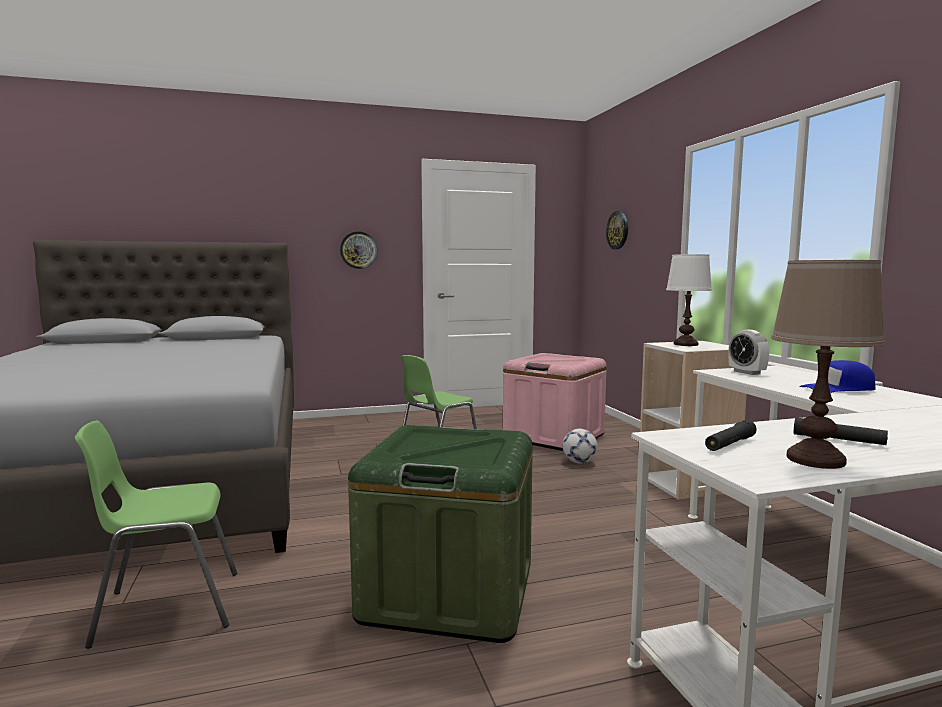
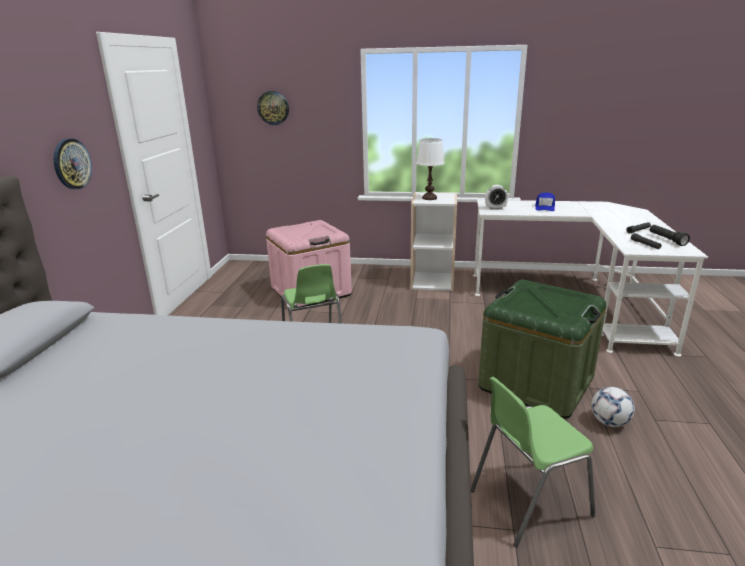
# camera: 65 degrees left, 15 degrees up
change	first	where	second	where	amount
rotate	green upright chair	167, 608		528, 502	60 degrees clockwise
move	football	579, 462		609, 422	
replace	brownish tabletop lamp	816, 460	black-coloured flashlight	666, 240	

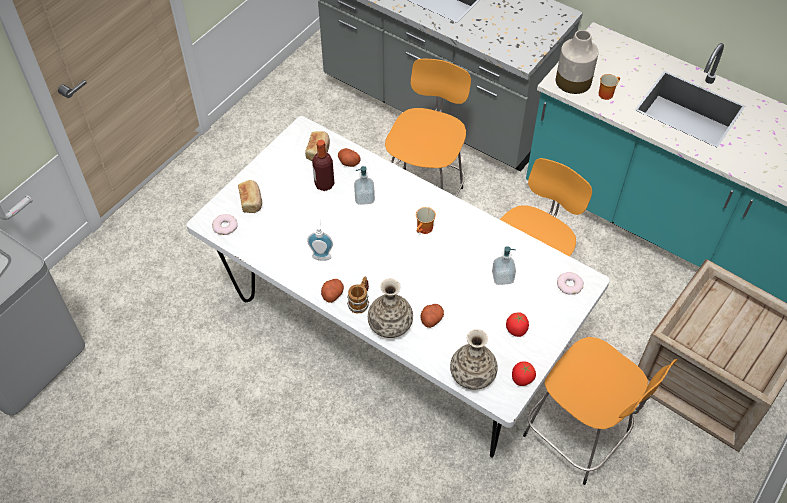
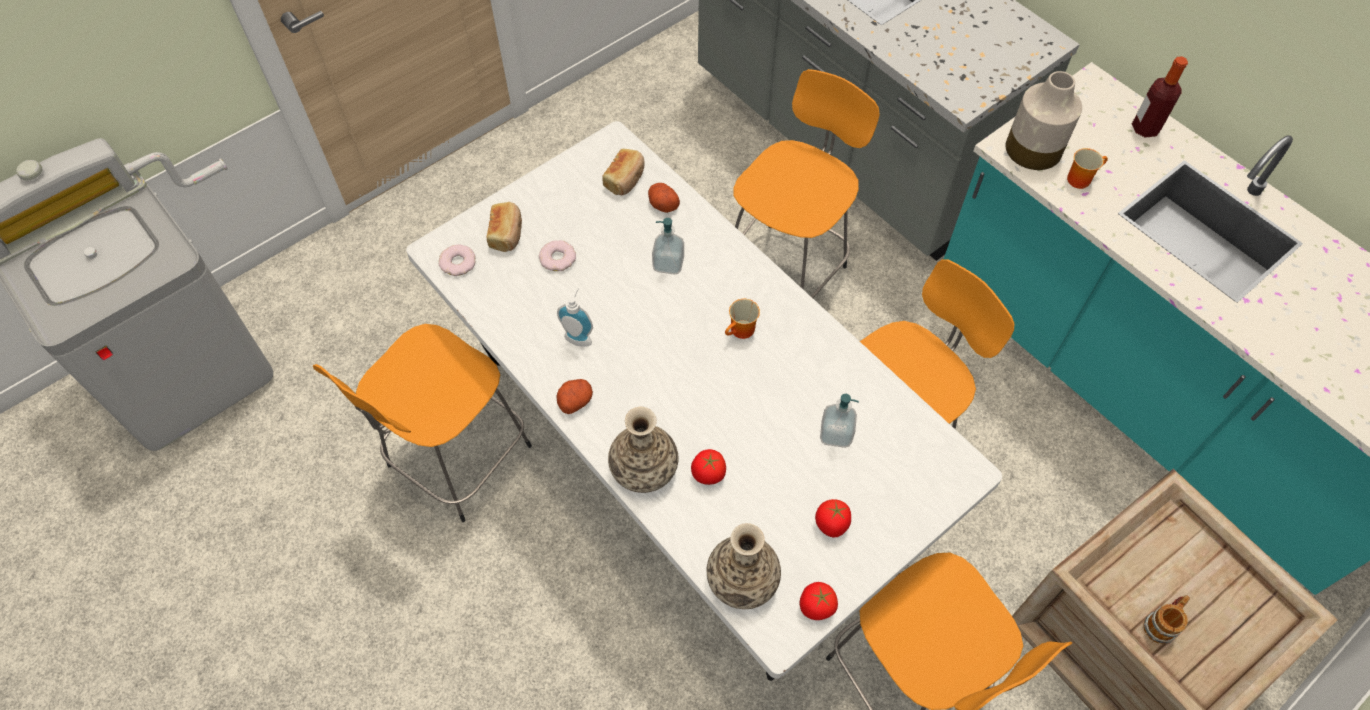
# camera: 15 degrees right, 5 degrees up
change	first	where	second	where	amount
insert			orangey sitting stool	456, 459	
move	ring doughnut	569, 285		558, 258	
replace	potato	431, 319	tomato	708, 474	
move	bottle	324, 184		1145, 128	
move	tea mug	360, 301		1162, 623	

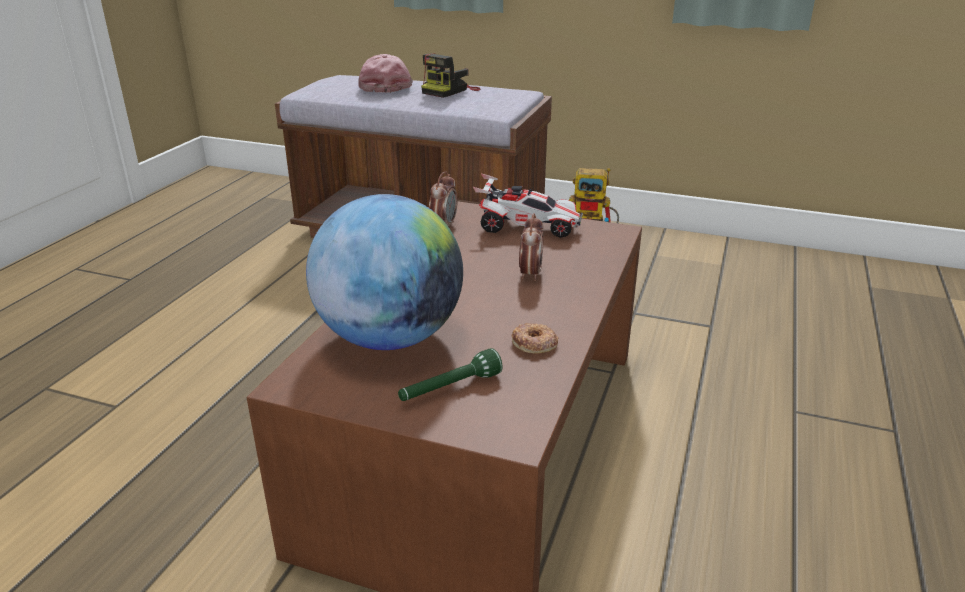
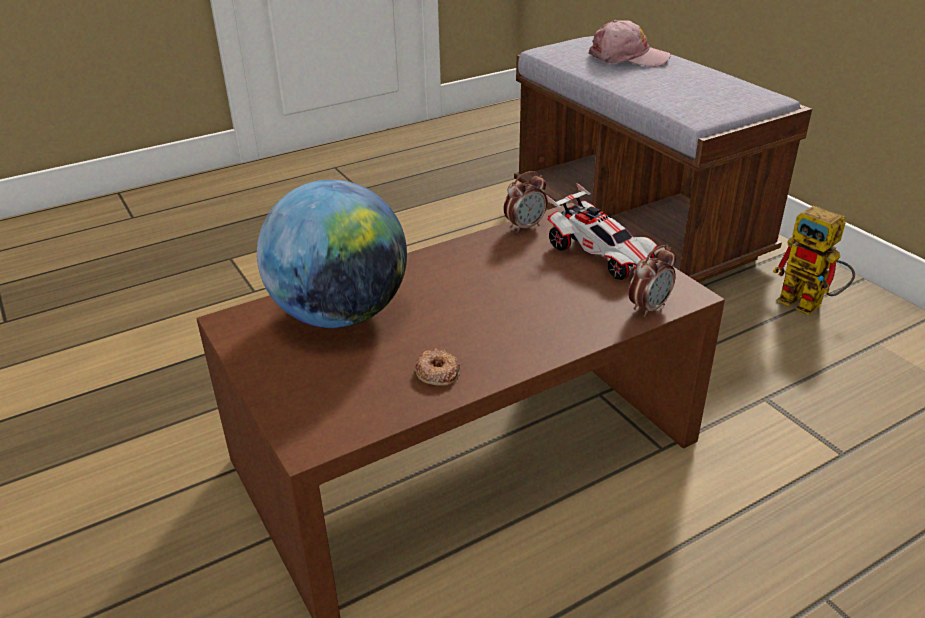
# camera: 40 degrees right, 5 degrees up
change	first	where	second	where	amount
rotate	pink cap	384, 86		628, 57	75 degrees clockwise
move	bedside clock	530, 274		649, 308	
delete	green flashlight	449, 389			
delete	still camera	450, 91			

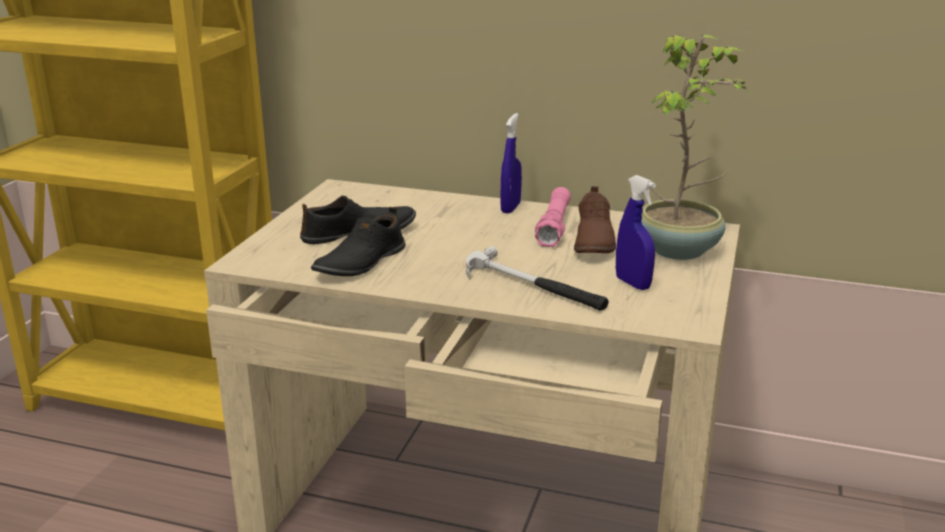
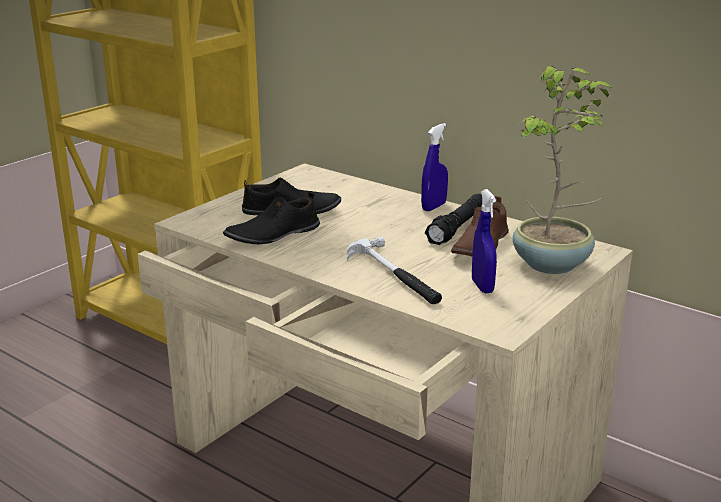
# camera: 20 degrees right, 0 degrees up
change	first	where	second	where	amount
recolor	pink flashlight	554, 226	black-coloured flashlight	457, 228	

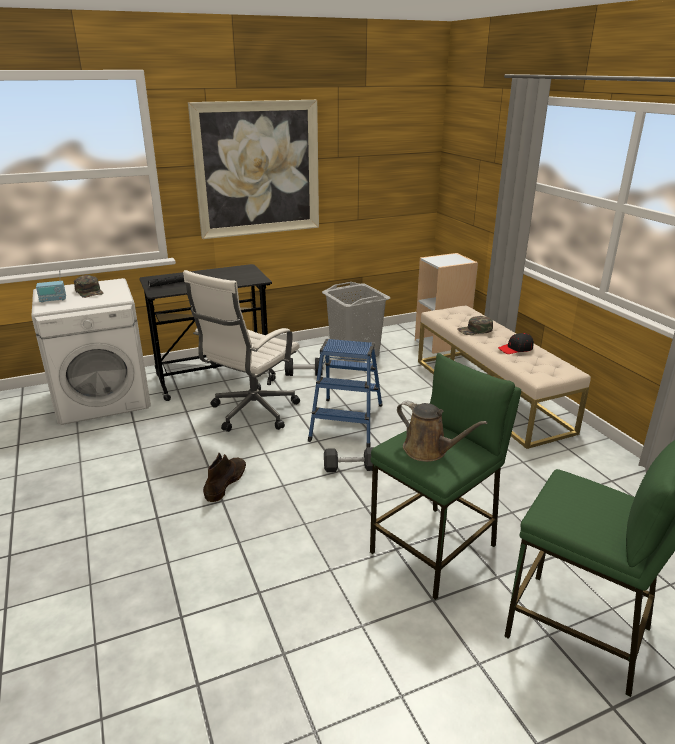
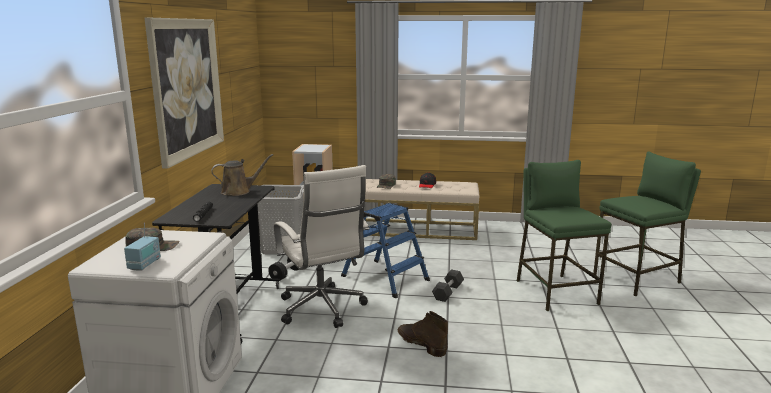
# camera: 60 degrees left, 10 degrees down
change	first	where	second	where	amount
move	brownish watering pot	429, 451		238, 191	

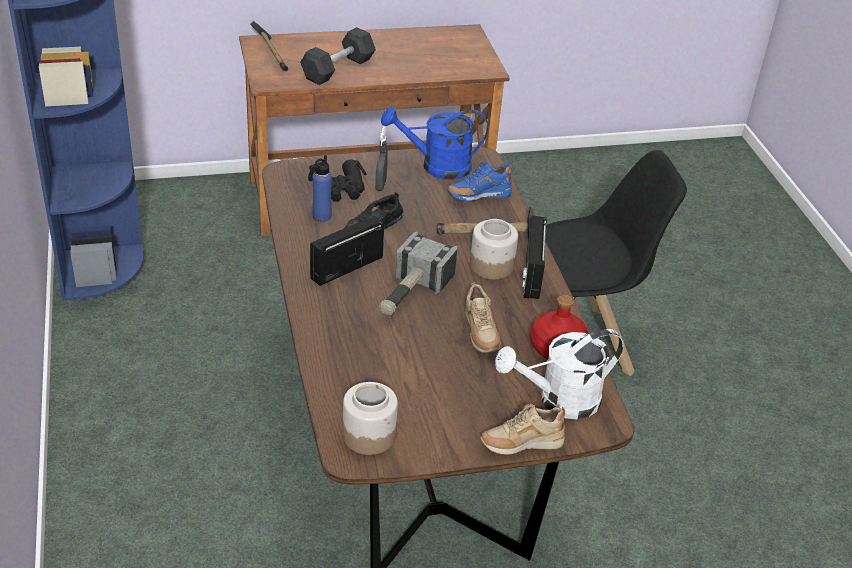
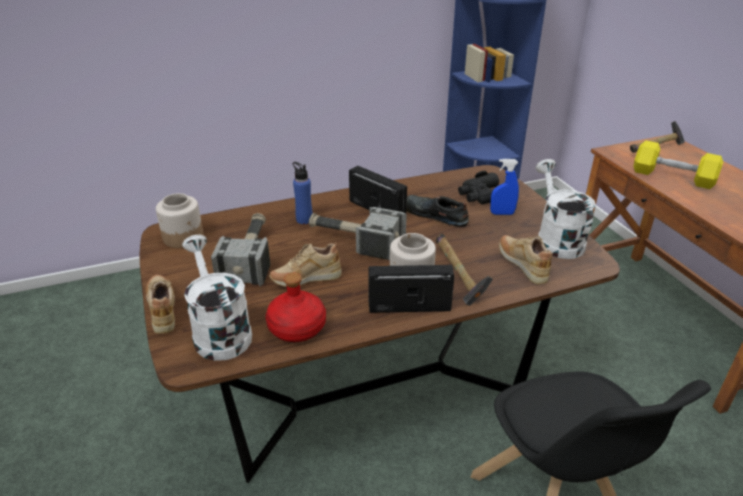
# camera: 85 degrees right, 5 degrees down
change	first	where	second	where	amount
insert			hand hammer	250, 256	
move	bluish bottle	321, 216		304, 219	
recolor	gray sprayer	380, 185	bluish sprayer	502, 213	
recolor	bluish shoe	478, 196	beige-coloured shoe	522, 266	
recolor	bluish watering pot	437, 166	whitish watering pot	556, 239	
recolor	gray free weight	338, 69	yellowish free weight	672, 177	

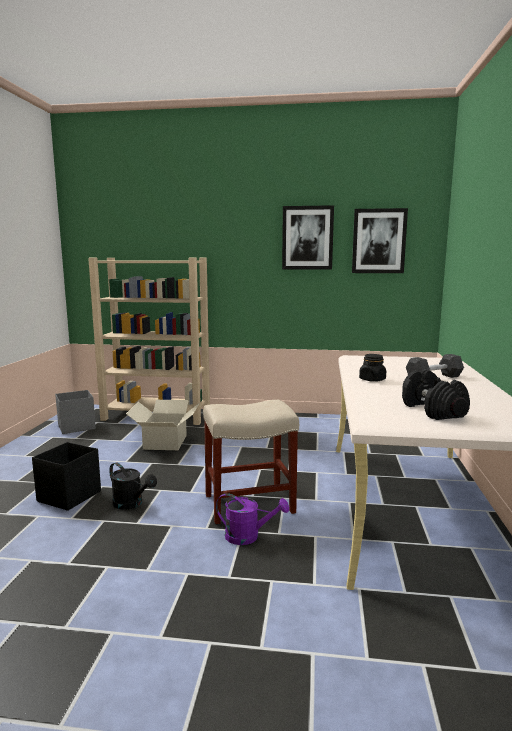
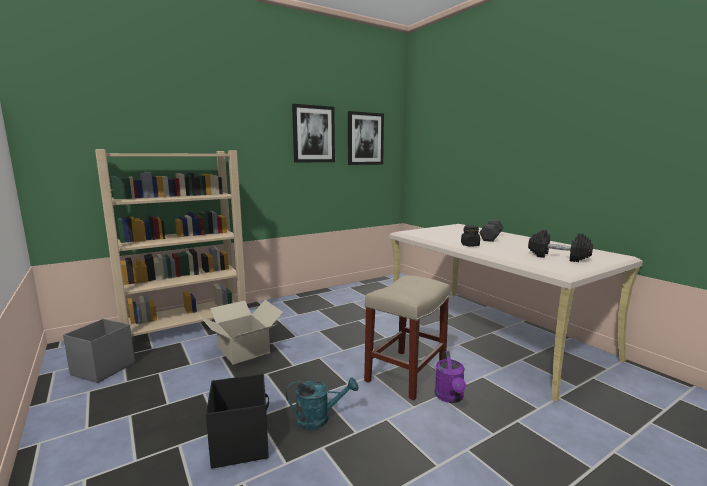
# camera: 40 degrees left, 0 degrees up
change	first	where	second	where	amount
recolor	black-coloured watering pot	131, 504	blue-green watering pot	319, 418	
rotate	purple-coloured watering pot	248, 536		450, 398	120 degrees clockwise

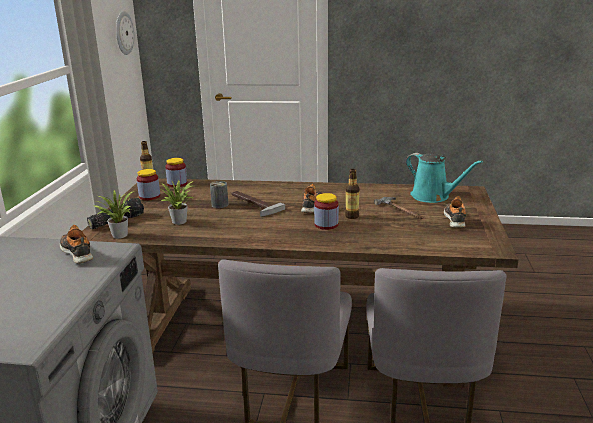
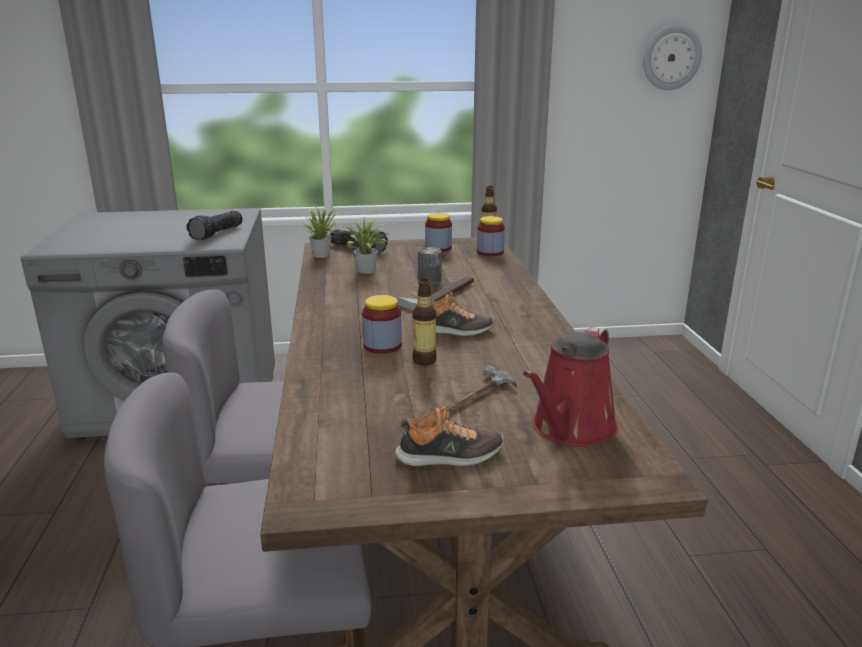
# camera: 75 degrees right, 0 degrees up
change	first	where	second	where	amount
replace	shoe	77, 253	flashlight	218, 233	
recolor	blue-green watering pot	433, 197	reddish watering pot	570, 429	

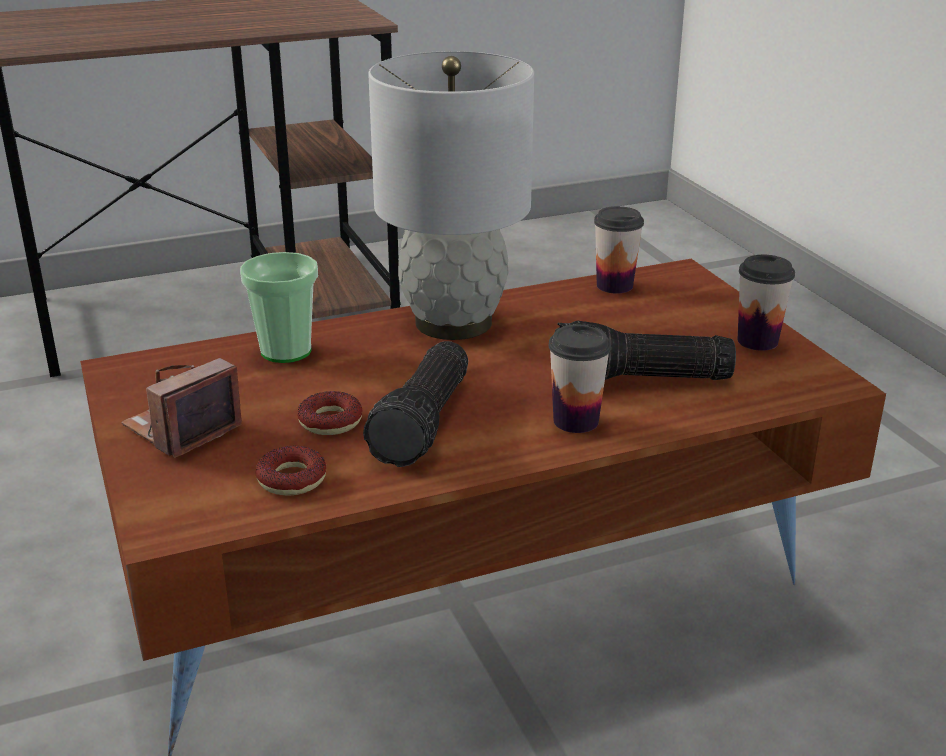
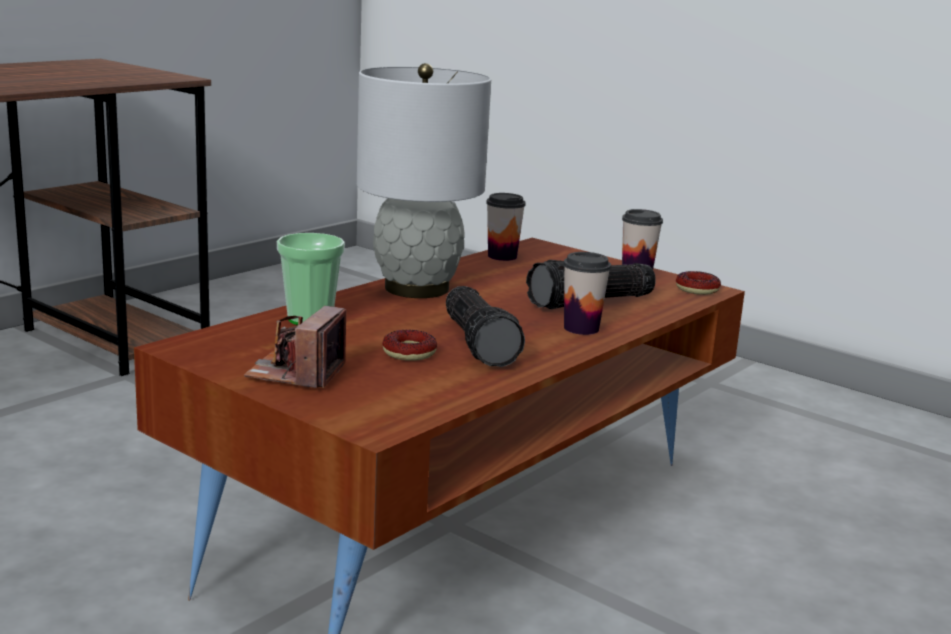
# camera: 30 degrees left, 10 degrees down
change	first	where	second	where	amount
move	ring doughnut	292, 479		697, 289	

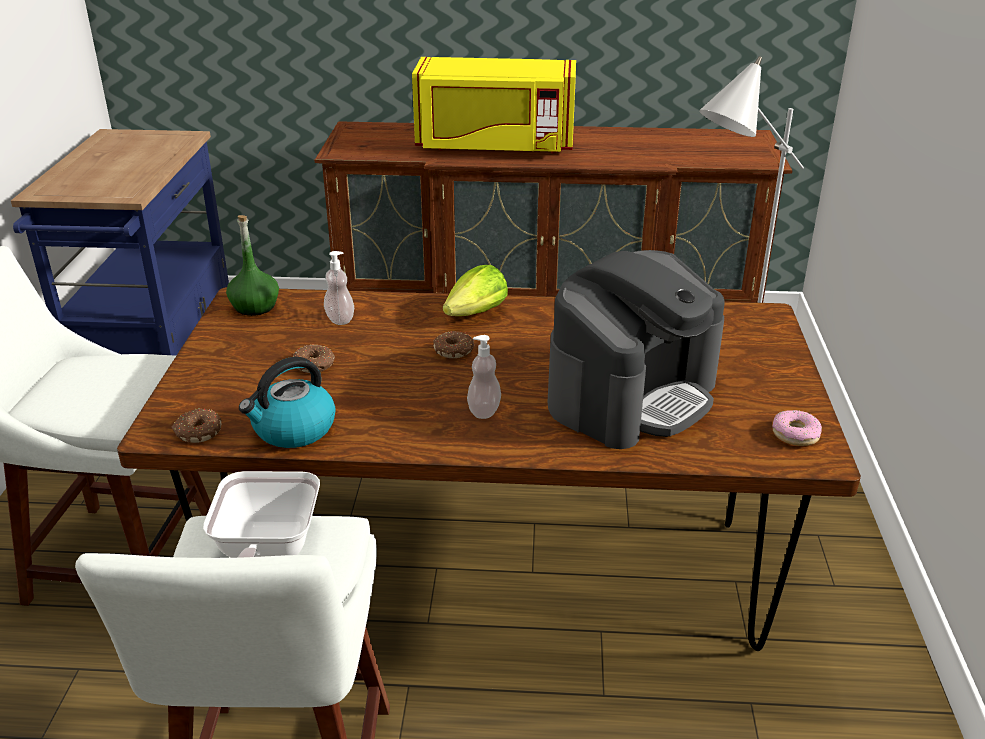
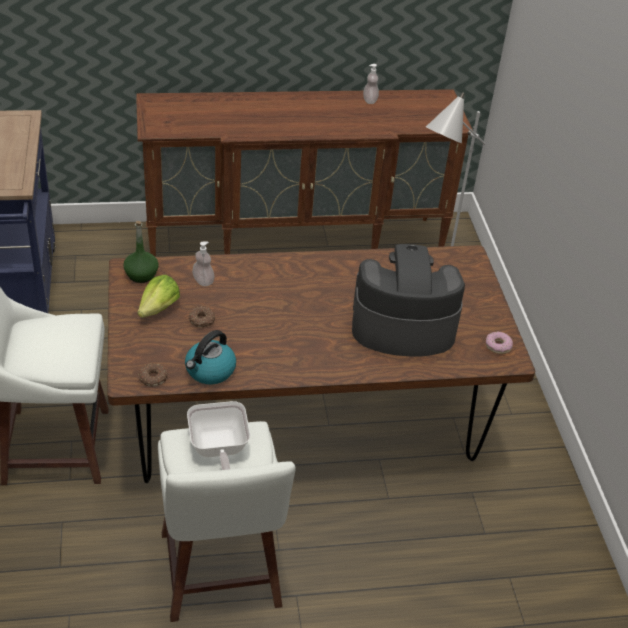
# camera: 15 degrees left, 10 degrees up
change	first	where	second	where	amount
move	lettuce	476, 313		159, 308	
rotate	coffee maker	632, 395		402, 326	120 degrees counterclockwise
move	soap dispenser	484, 411		370, 100	
delete	yellowish microwave oven	494, 146			
delete	ring doughnut	454, 350			

